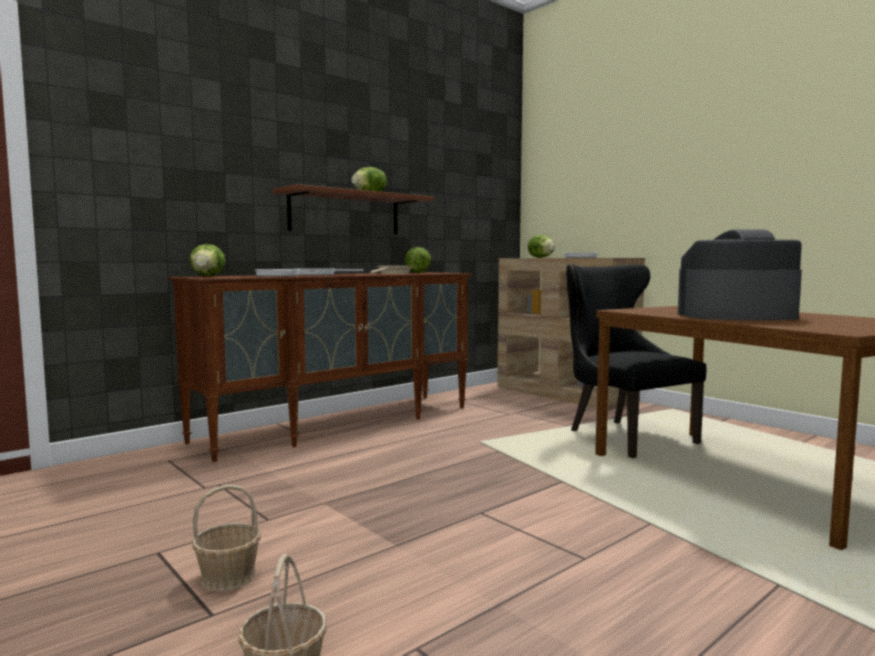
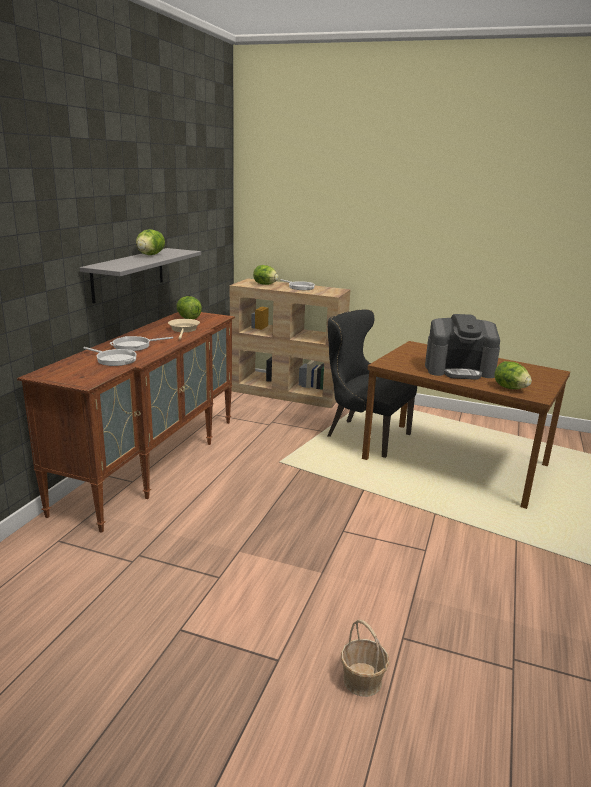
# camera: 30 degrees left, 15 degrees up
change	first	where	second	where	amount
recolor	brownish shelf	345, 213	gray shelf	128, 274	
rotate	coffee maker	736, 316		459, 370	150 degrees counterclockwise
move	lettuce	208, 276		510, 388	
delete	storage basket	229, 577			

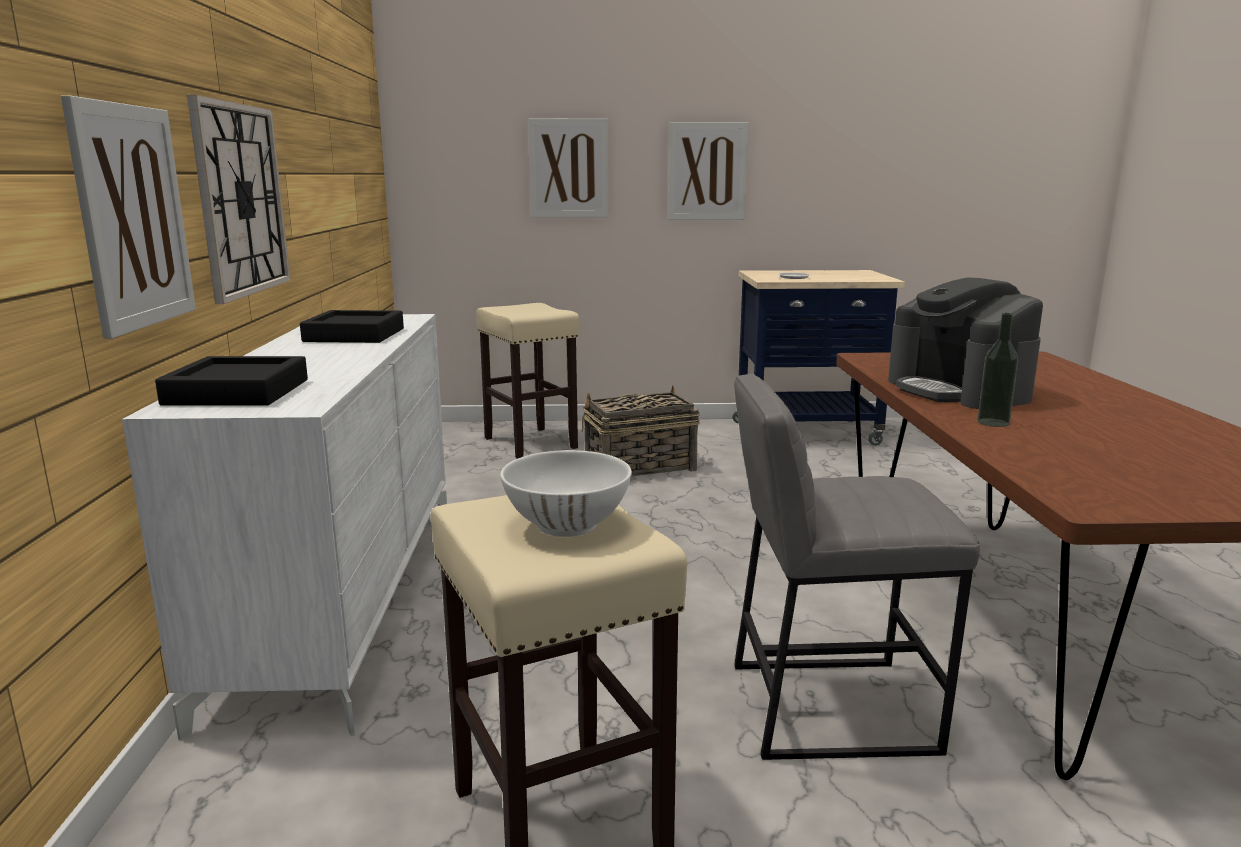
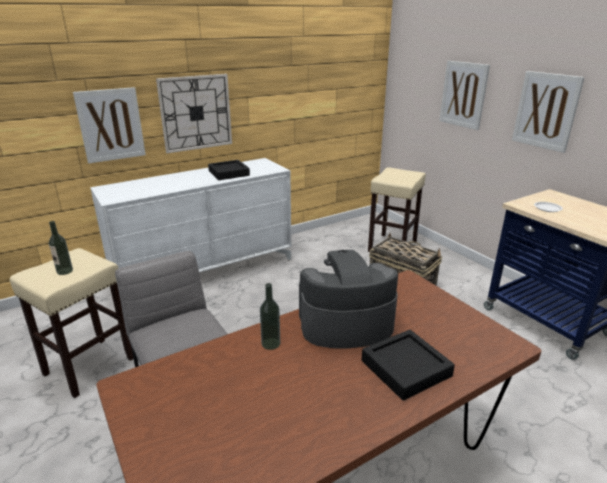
# camera: 60 degrees right, 10 degrees up
change	first	where	second	where	amount
replace	whitish deep dish	567, 524	bottle	65, 271	
rotate	coffee maker	958, 390		345, 324	45 degrees clockwise
move	black-coloured serving tray	237, 392		405, 368	

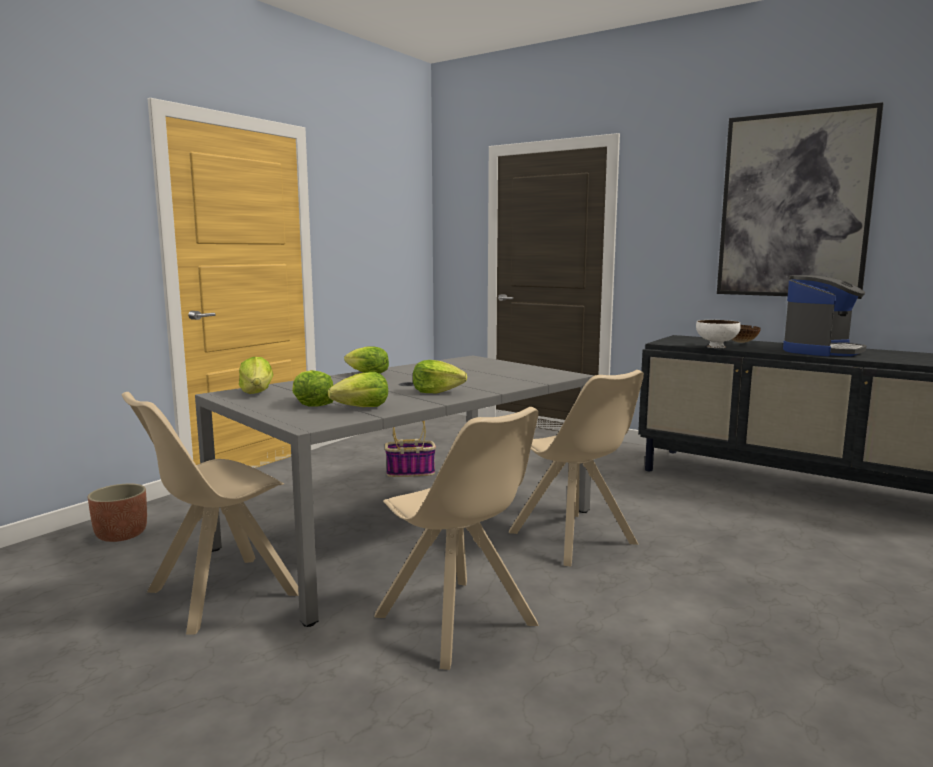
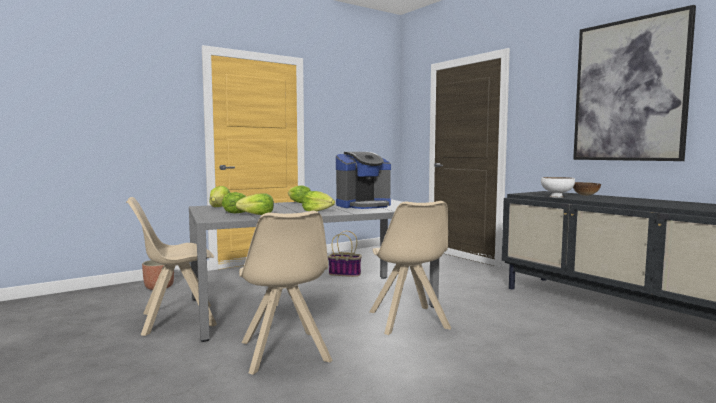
# camera: 20 degrees right, 5 degrees down
change	first	where	second	where	amount
move	coffee maker	821, 351		363, 205	

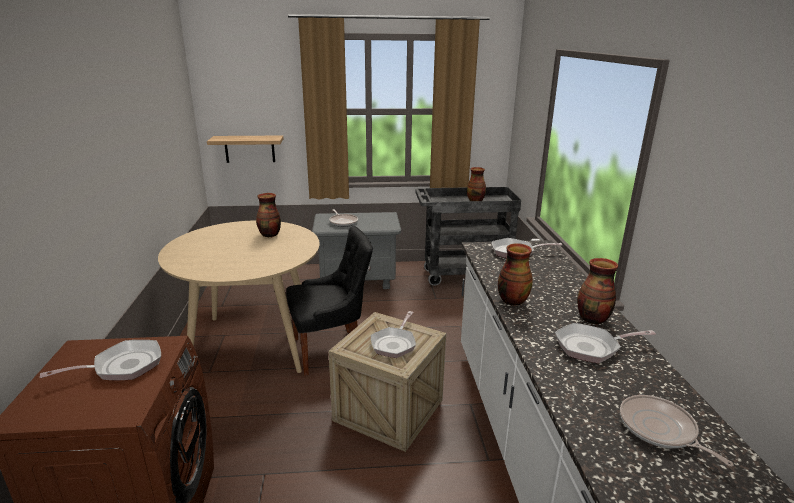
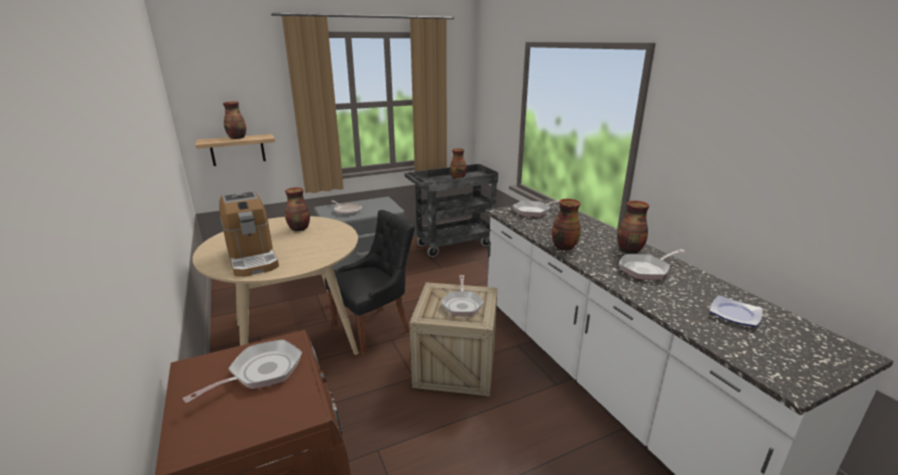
# camera: 20 degrees left, 0 degrees up
change	first	where	second	where	amount
insert			coffee maker	252, 258	
insert			decorative vase	237, 138	
replace	skillet	660, 429	flat dish	735, 315	

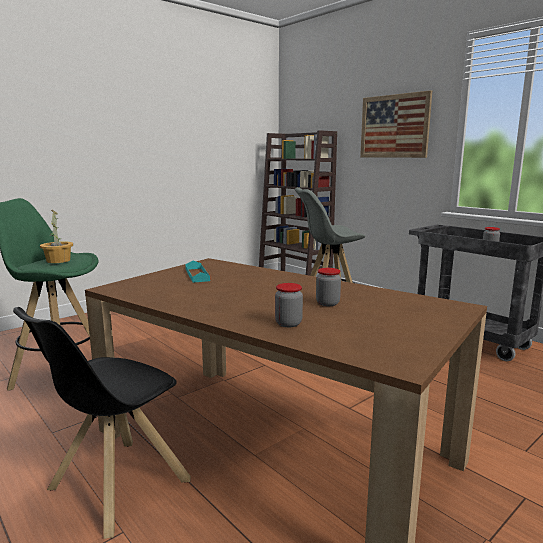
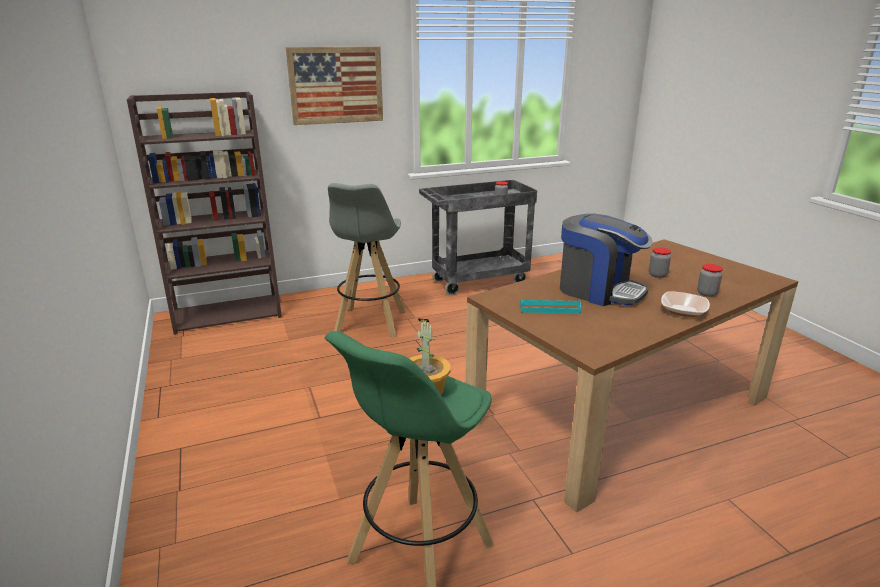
# camera: 70 degrees left, 10 degrees up
change	first	where	second	where	amount
insert			coffee maker	599, 290	
insert			deep dish	683, 311	
delete	black-coloured upright chair	116, 486			

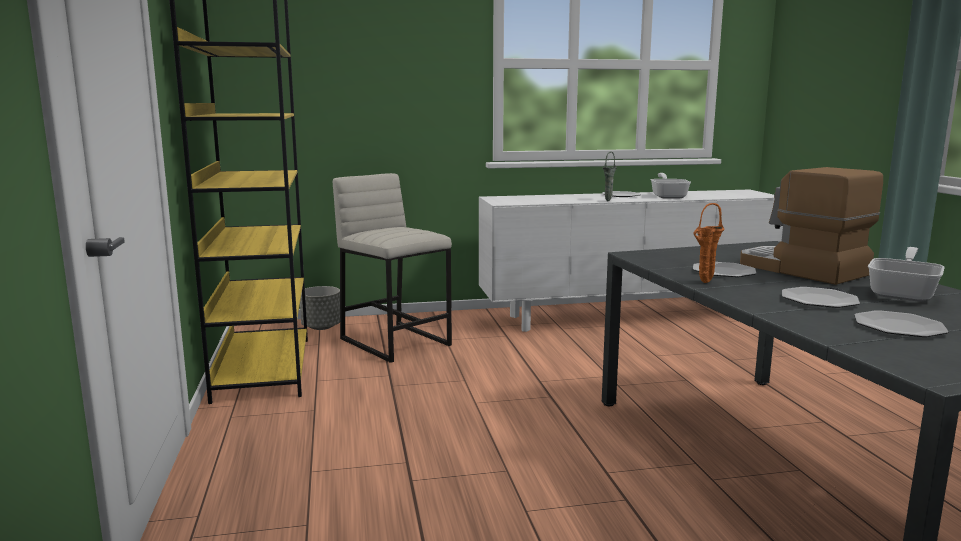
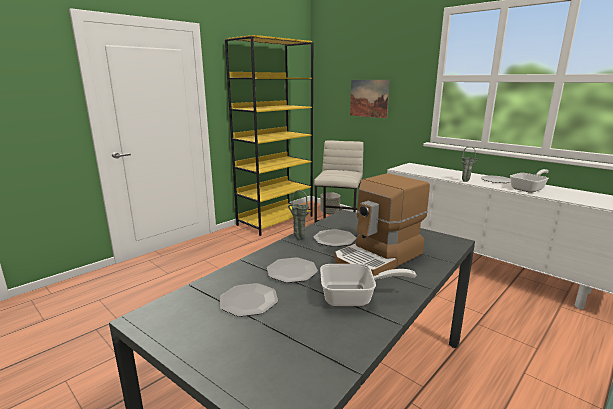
# camera: 55 degrees right, 5 degrees up
change	first	where	second	where	amount
recolor	orangey decorative vase	704, 282	green decorative vase	298, 239	
rotate	coffee maker	800, 269		379, 258	150 degrees counterclockwise
insert			picture	369, 98	

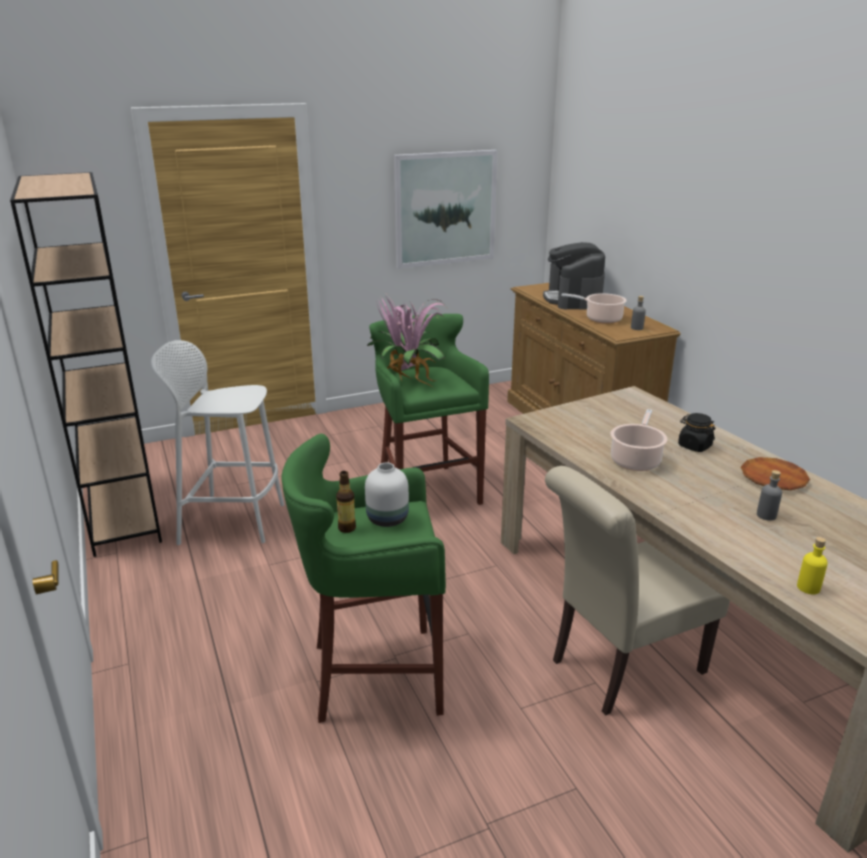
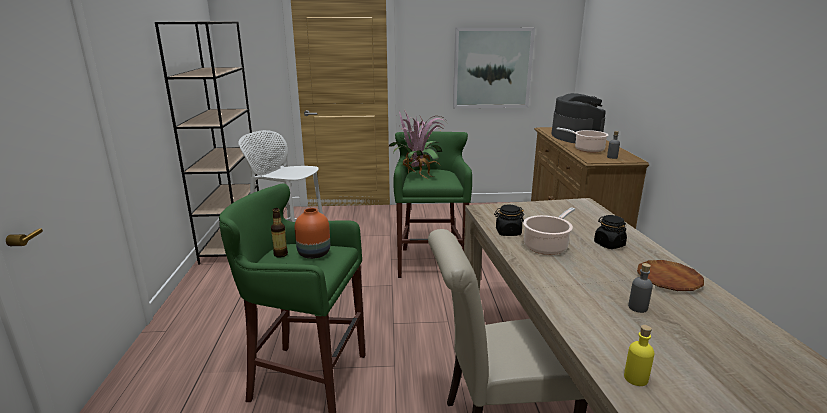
# camera: 20 degrees right, 5 degrees down
change	first	where	second	where	amount
recolor	whitish decorative vase	387, 520	orangey decorative vase	313, 254	
insert			black-coloured storage jar	508, 232	
rotate	coffee maker	573, 299		575, 137	150 degrees clockwise

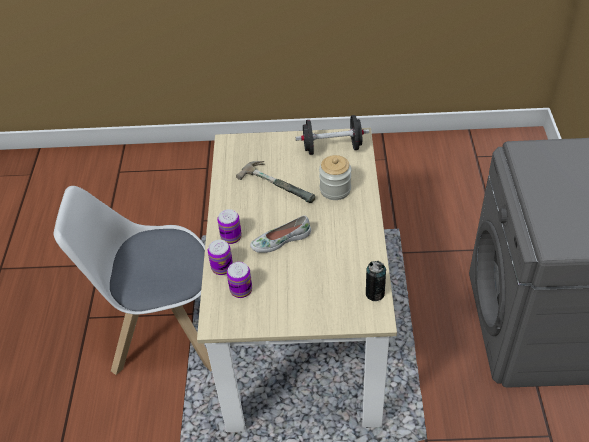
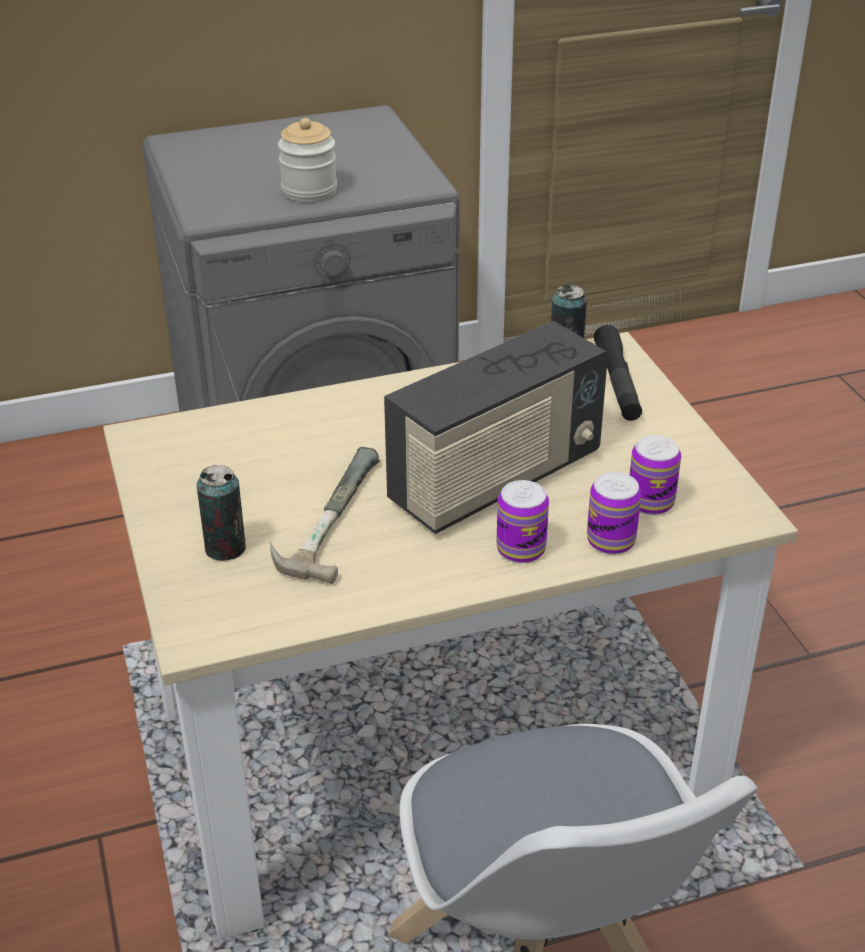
# camera: 110 degrees left, 10 degrees down
change	first	where	second	where	amount
insert			metal can	225, 548	
move	storage jar	335, 190		309, 191	
replace	whitish shoe	280, 240	radio receiver	496, 480	
insert			black-coloured flashlight	617, 383	
delete	black-coloured free weight	332, 148			

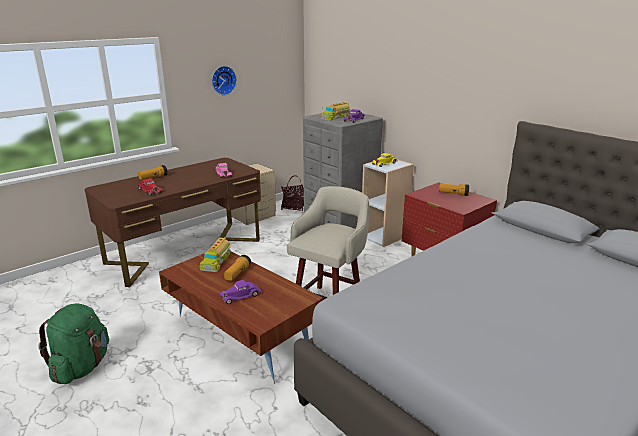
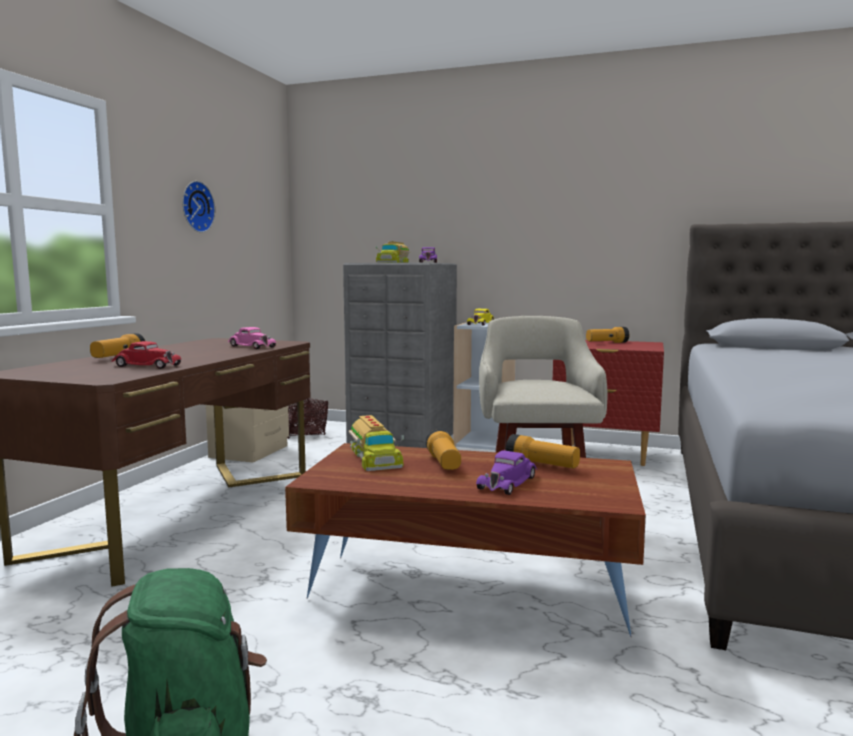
# camera: 30 degrees left, 15 degrees down
change	first	where	second	where	amount
insert			flashlight	542, 465	

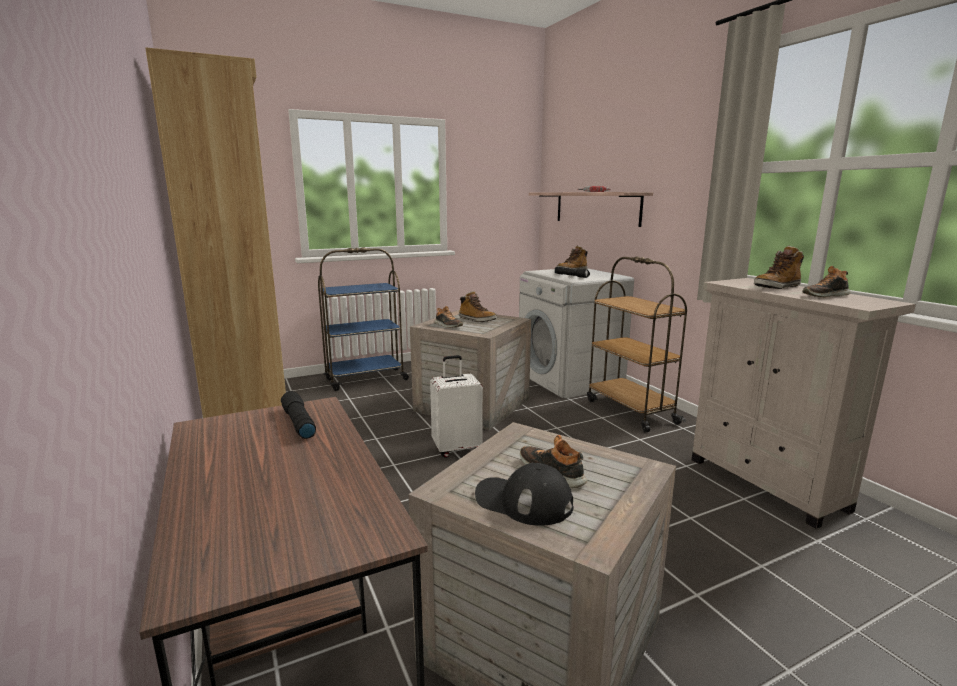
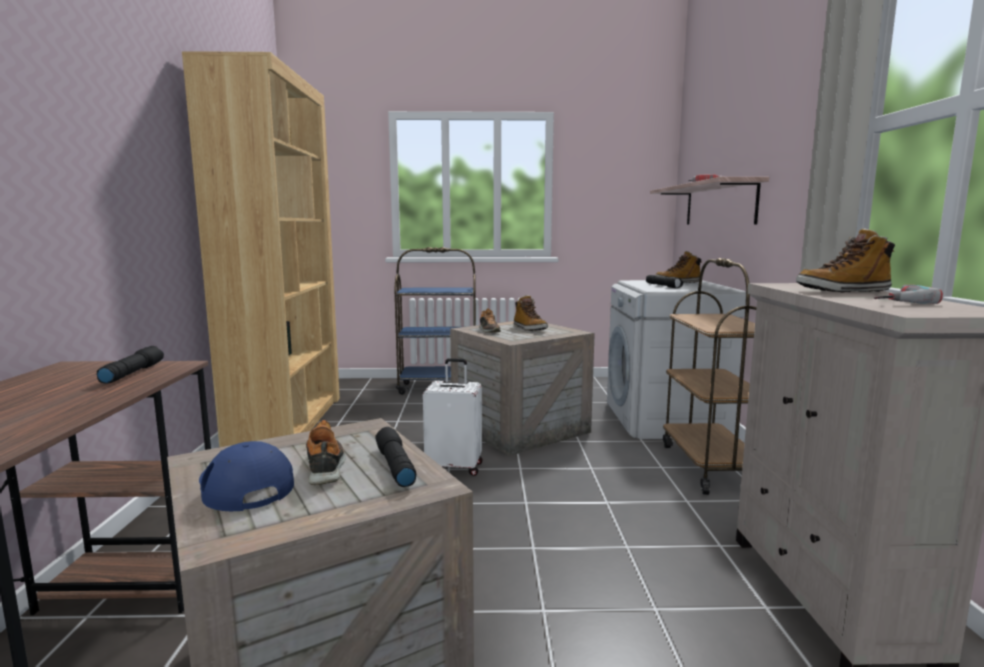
# camera: 25 degrees right, 5 degrees down
change	first	where	second	where	amount
recolor	black-coloured cap	523, 501	bluish cap	244, 485	
insert			black-coloured flashlight	394, 466	
replace	shoe	824, 295	drill	892, 301	

